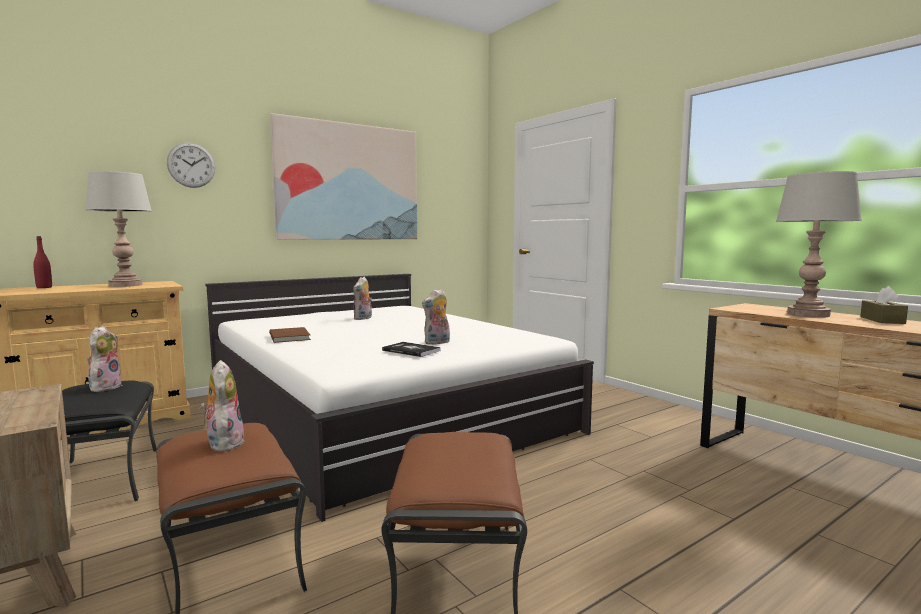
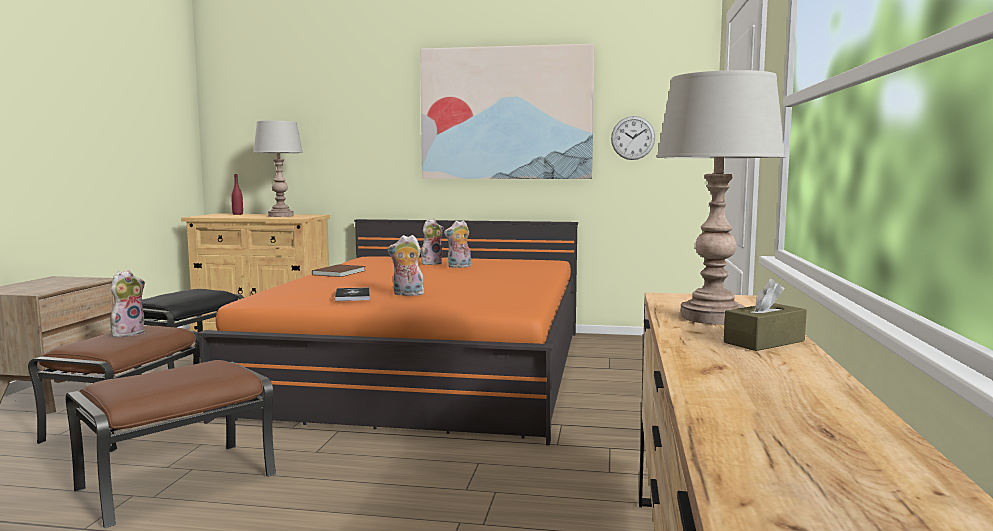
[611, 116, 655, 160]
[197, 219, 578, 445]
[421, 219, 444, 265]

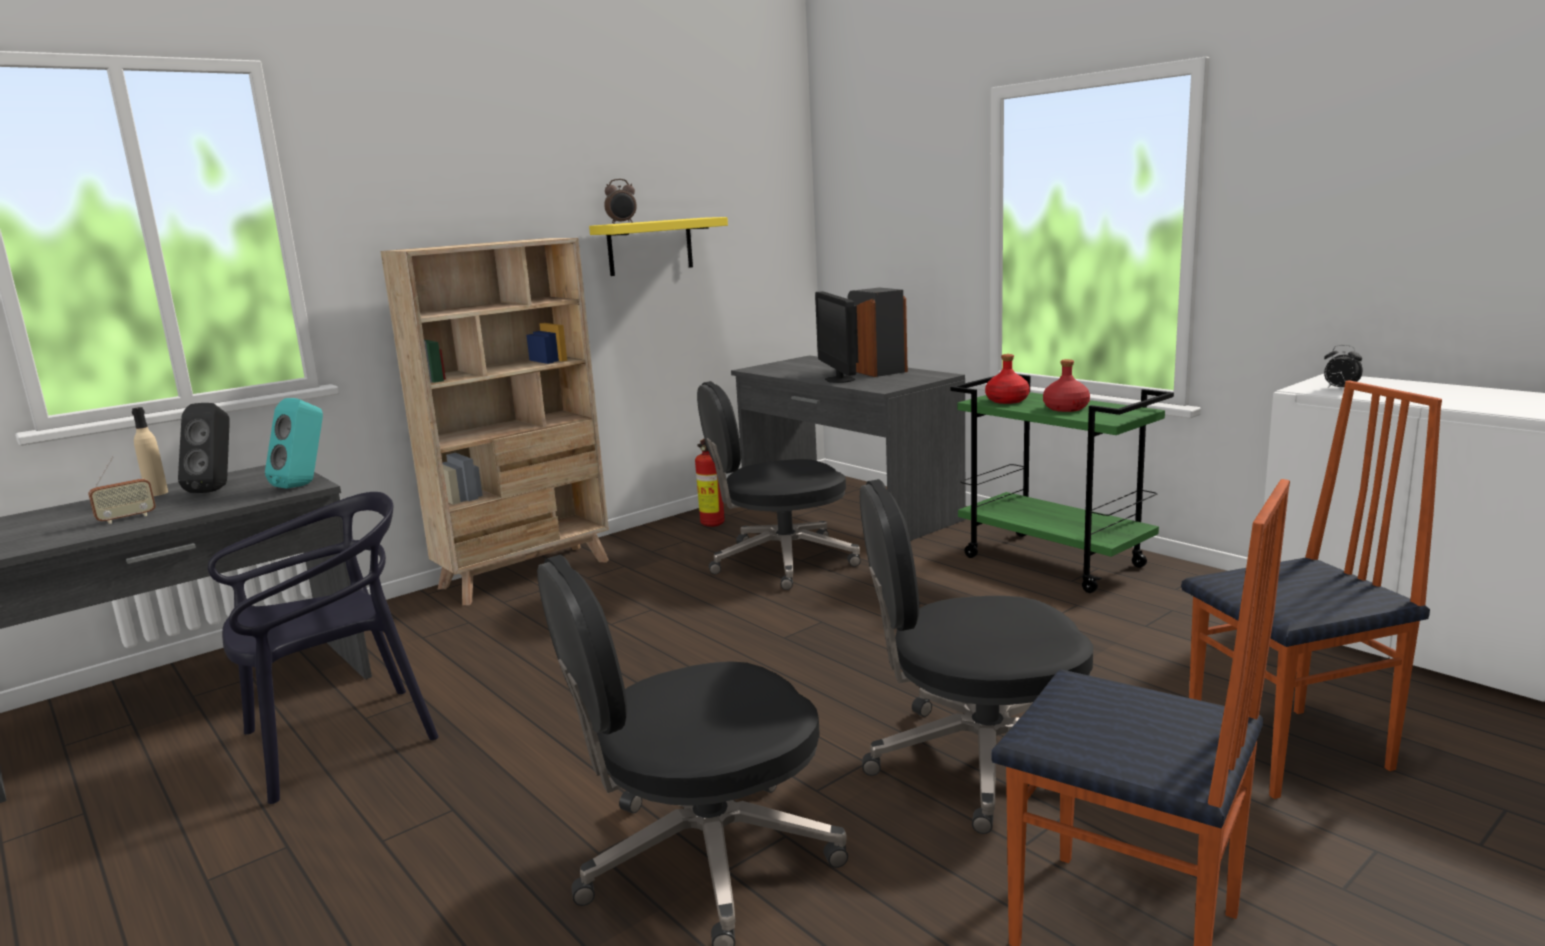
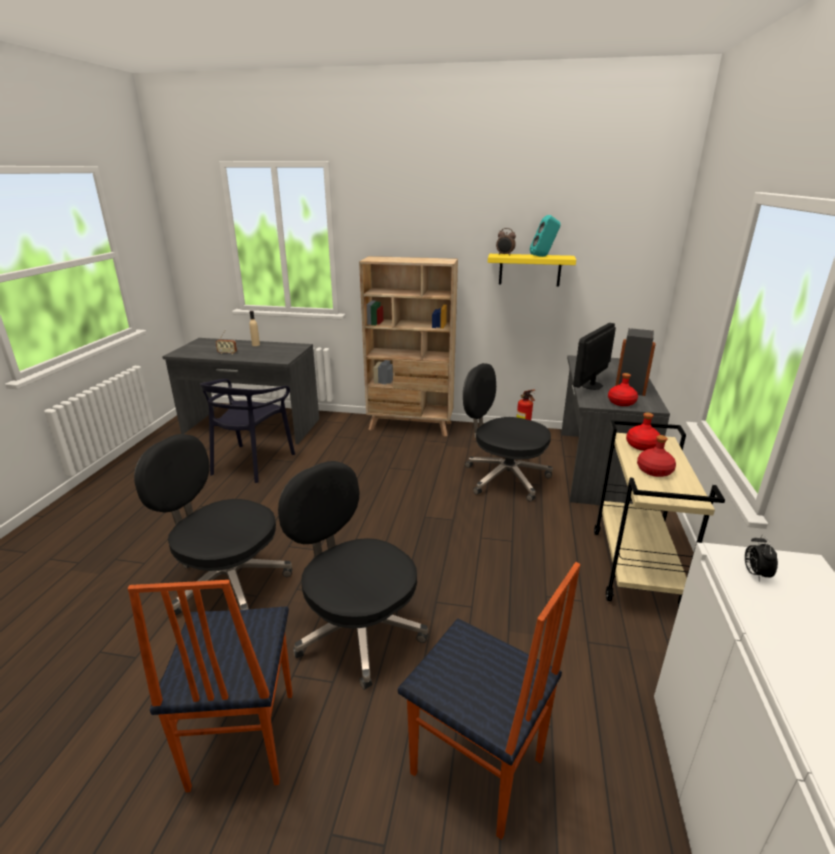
[594, 420, 725, 608]
[530, 215, 561, 257]
[178, 403, 230, 493] (first image)
[200, 379, 295, 483]
[608, 373, 638, 406]

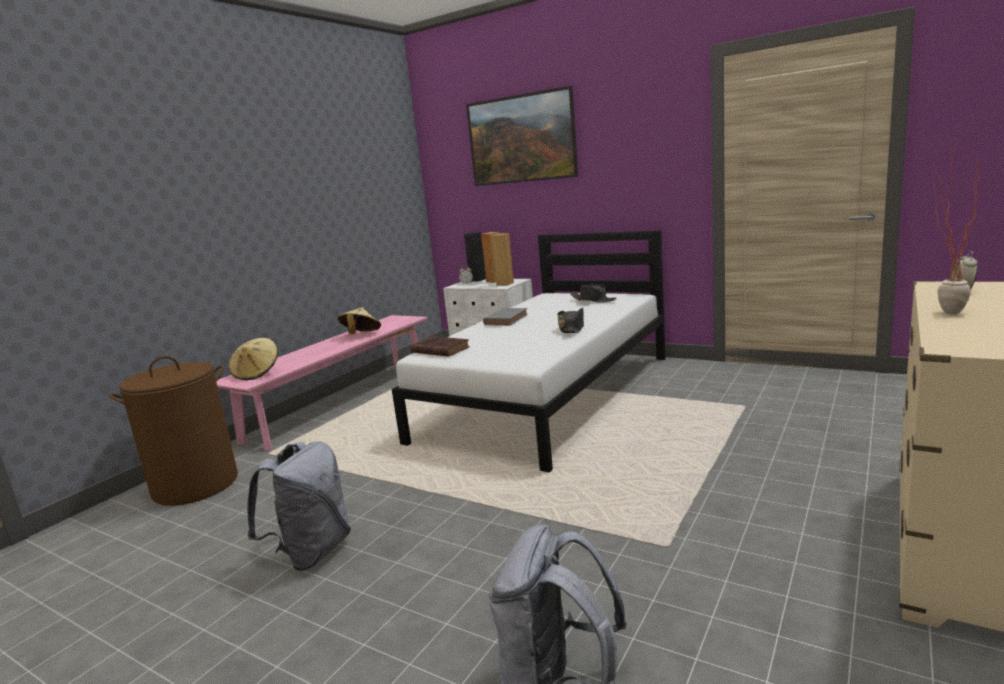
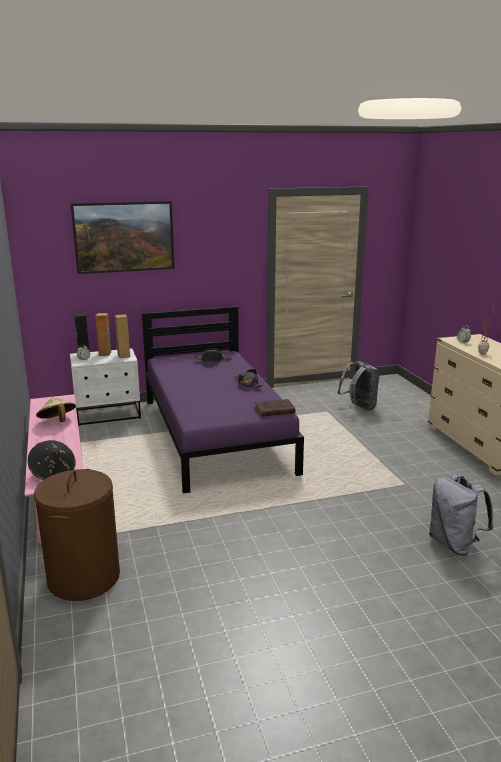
[142, 306, 304, 494]
[483, 308, 528, 326] (first image)
[255, 399, 296, 417]
[28, 440, 76, 480]
[337, 361, 380, 411]

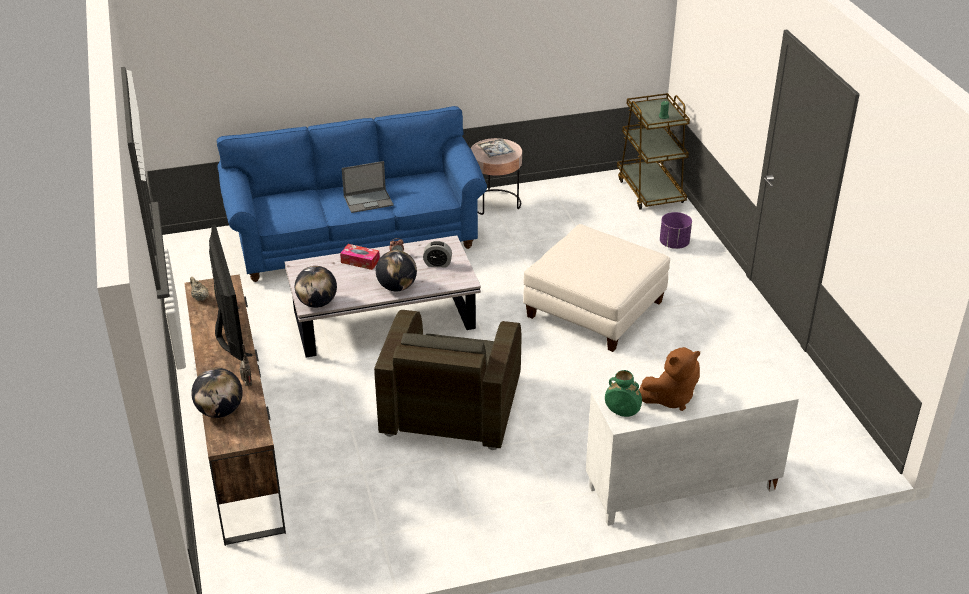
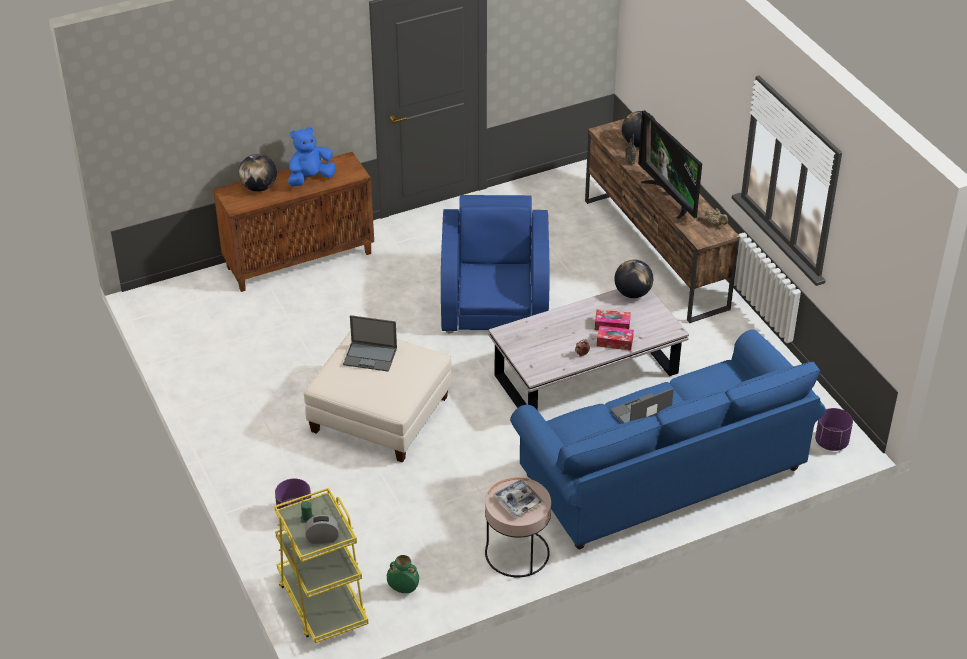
[274, 488, 368, 643]
[305, 515, 339, 544]
[239, 154, 277, 192]
[441, 195, 550, 334]
[288, 127, 336, 186]
[213, 152, 374, 292]
[387, 555, 419, 593]
[595, 310, 631, 330]
[343, 315, 397, 372]
[815, 408, 853, 451]

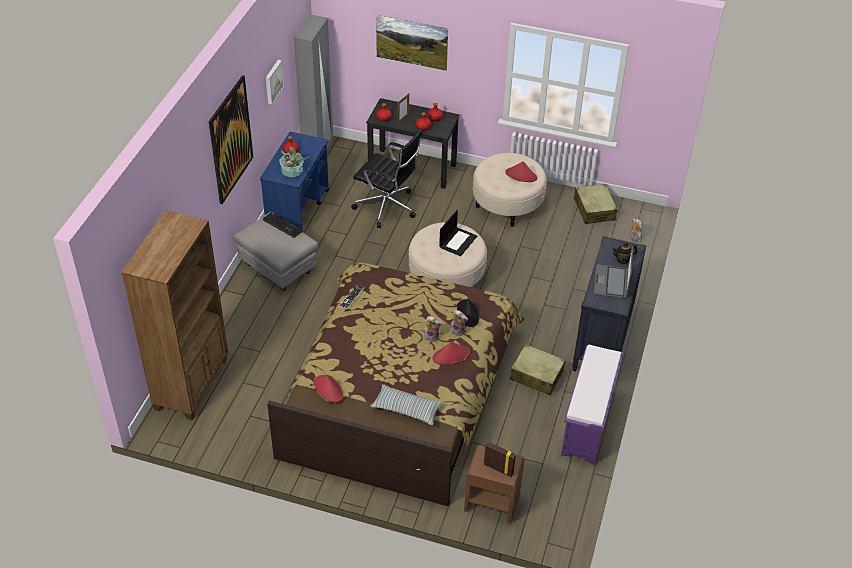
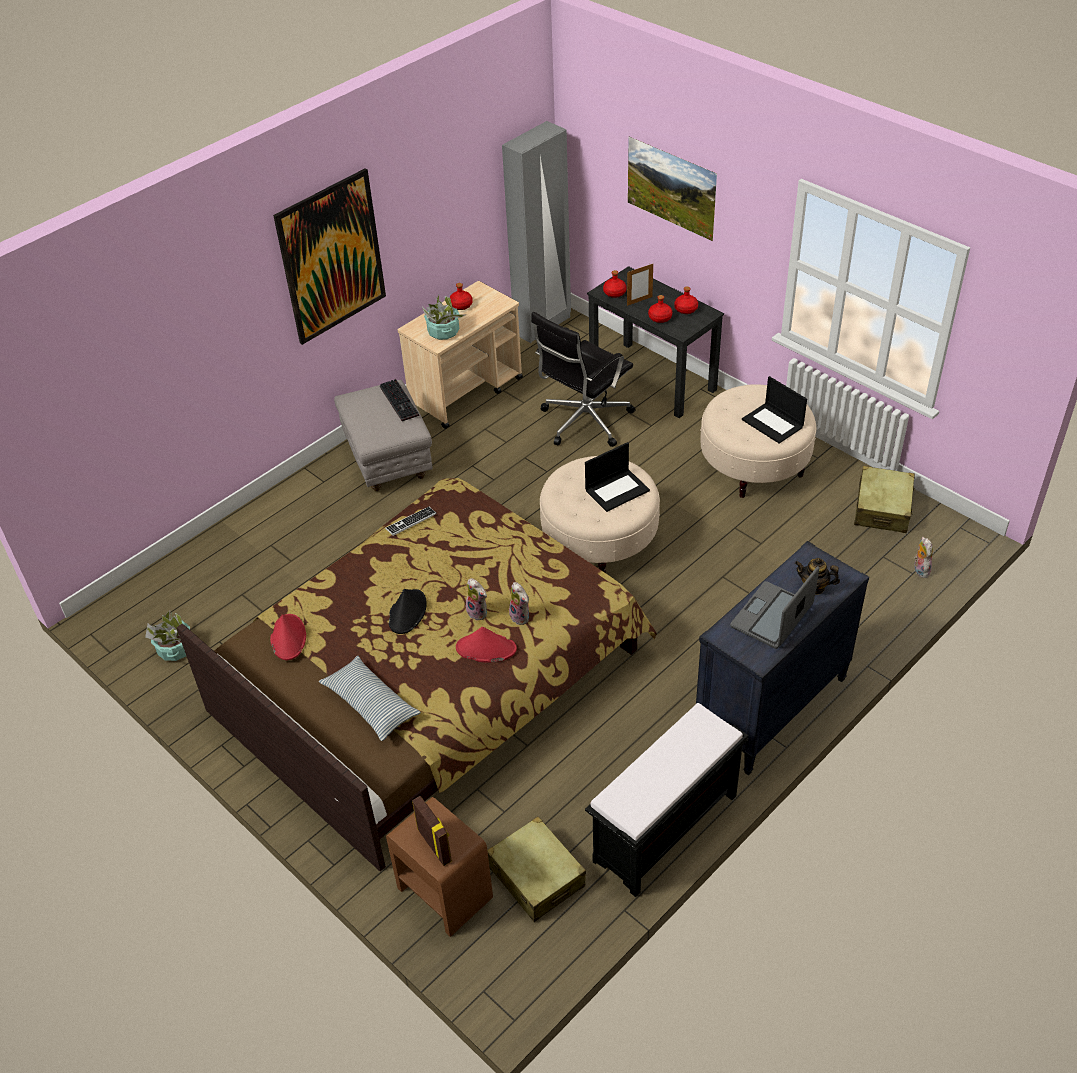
[266, 60, 284, 104] (first image)
[531, 312, 636, 447]
[398, 281, 523, 429]
[742, 376, 807, 444]
[121, 210, 228, 420] (first image)
[389, 589, 427, 634]
[487, 816, 586, 922]
[585, 703, 748, 897]
[145, 610, 190, 661]

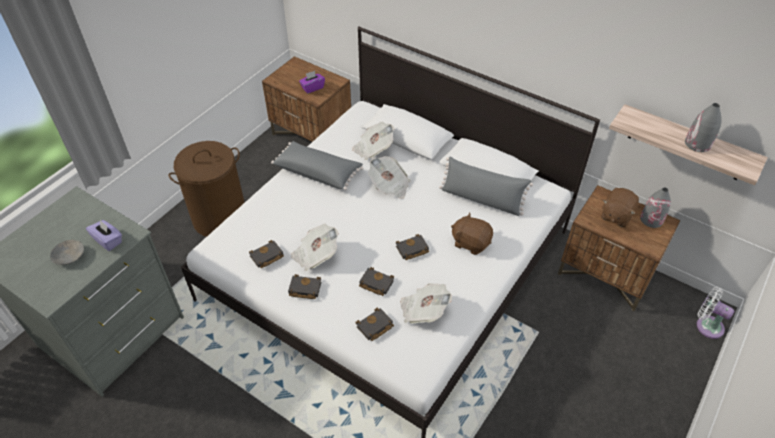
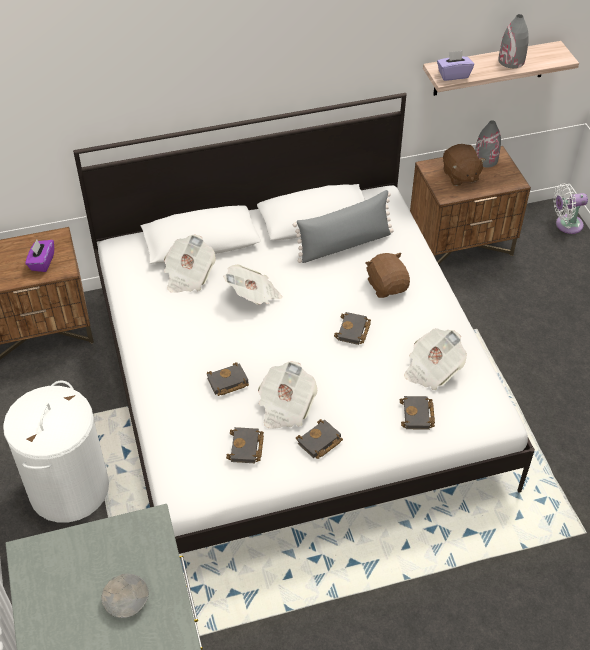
[3, 381, 109, 523]
[271, 141, 363, 190] (first image)
[365, 253, 410, 298]
[437, 51, 474, 81]
[207, 362, 249, 396]

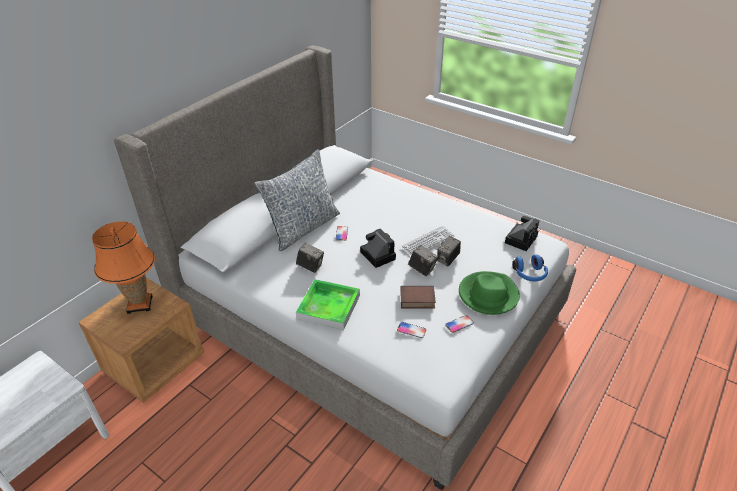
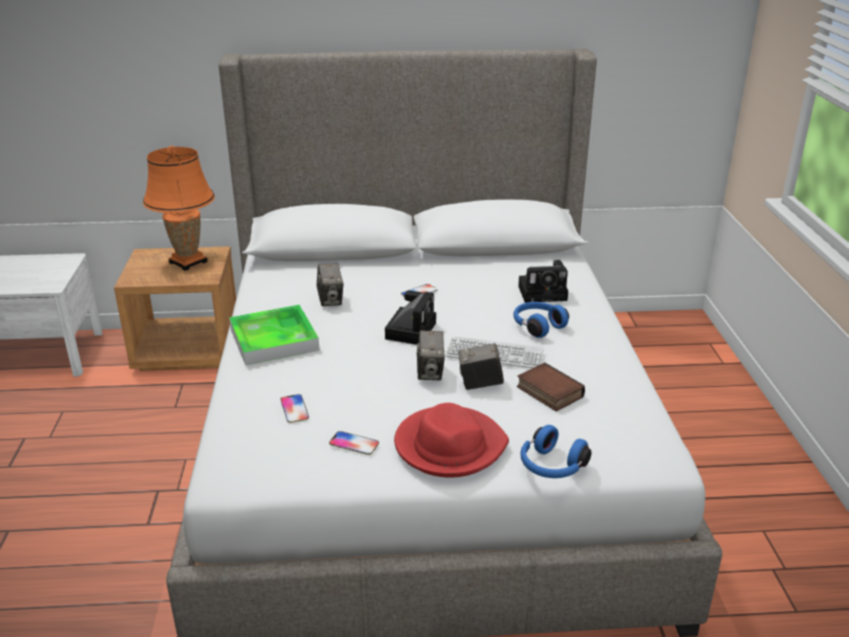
[254, 149, 340, 251] (first image)
[518, 260, 568, 303]
[394, 403, 509, 478]
[517, 363, 585, 411]
[513, 302, 569, 338]

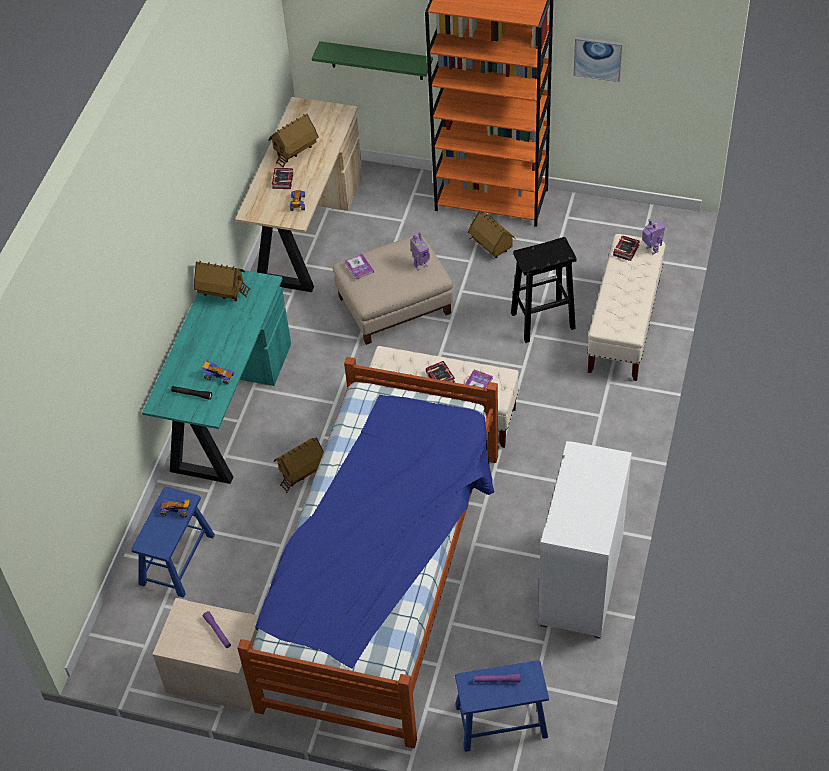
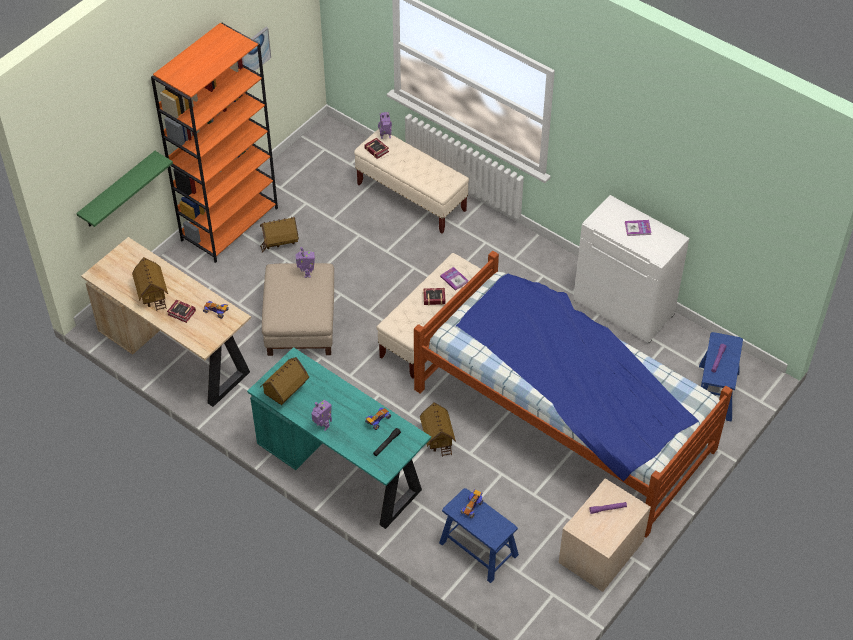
[511, 237, 576, 343] (first image)
[625, 220, 651, 236]
[311, 400, 332, 431]

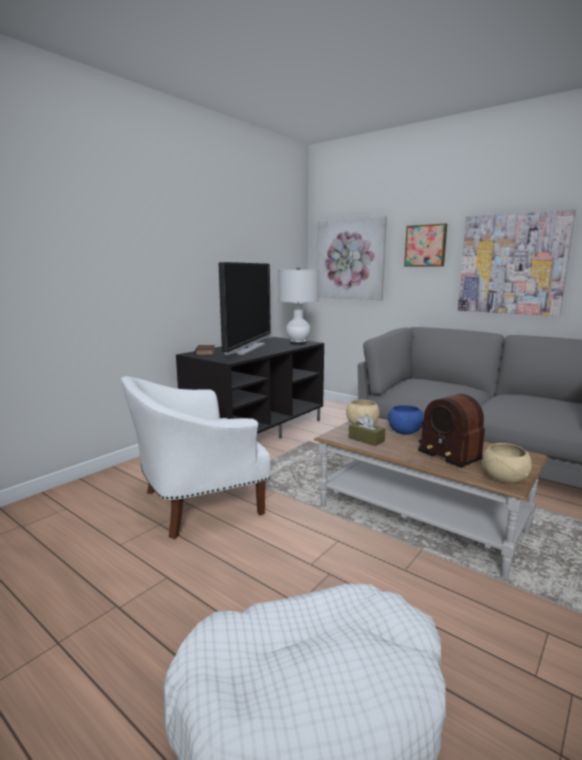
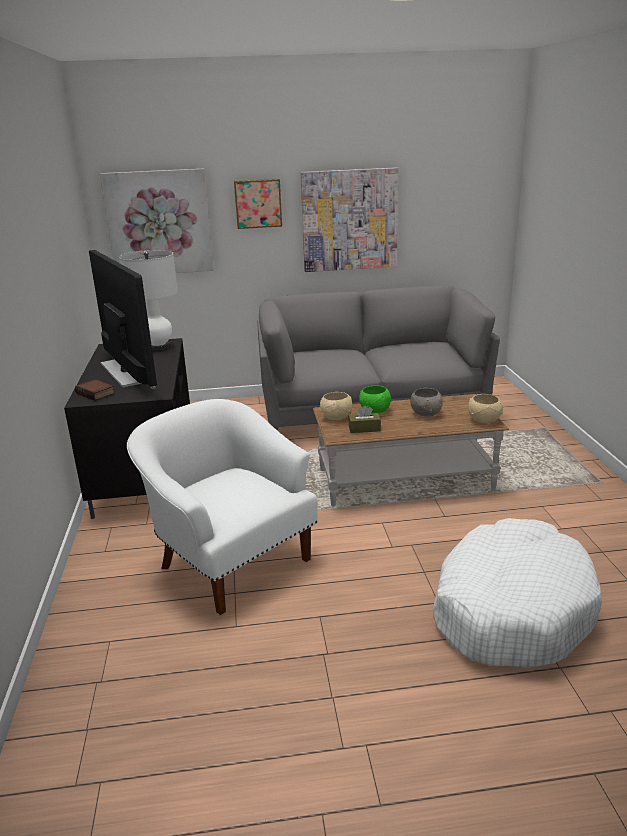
[127, 399, 318, 615]
[410, 388, 443, 417]
[359, 386, 392, 413]

